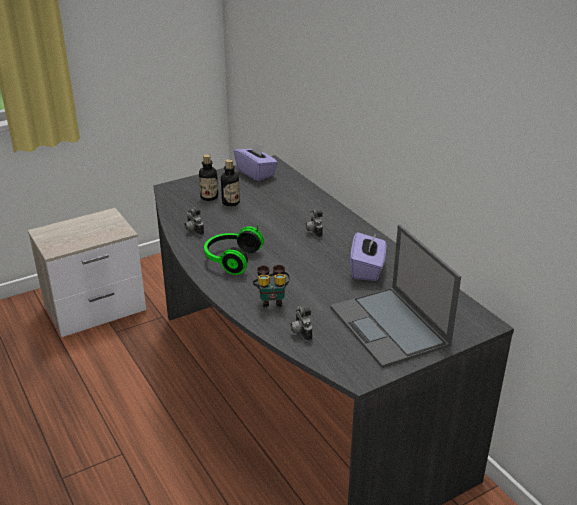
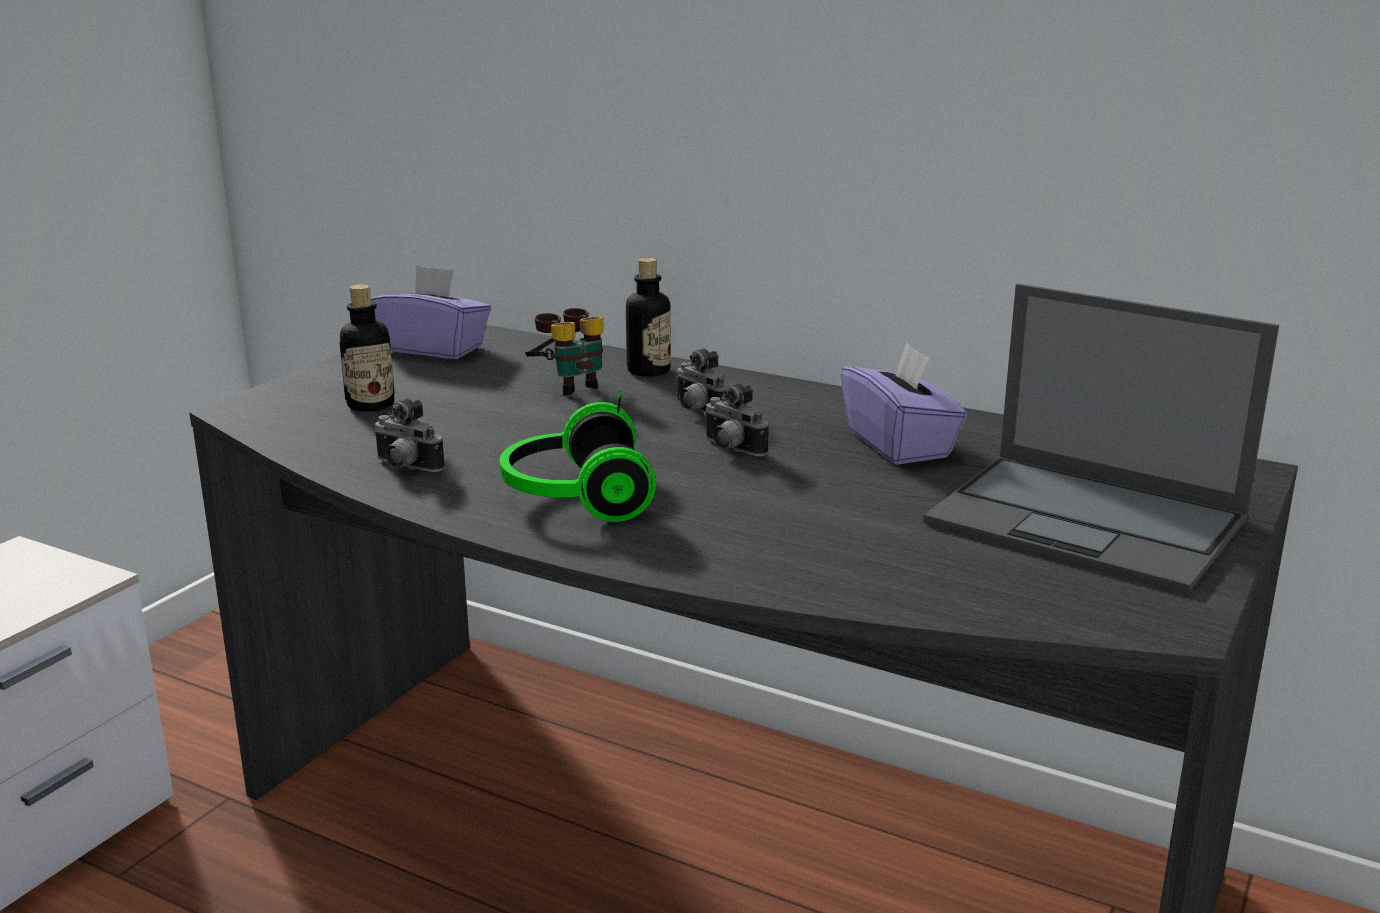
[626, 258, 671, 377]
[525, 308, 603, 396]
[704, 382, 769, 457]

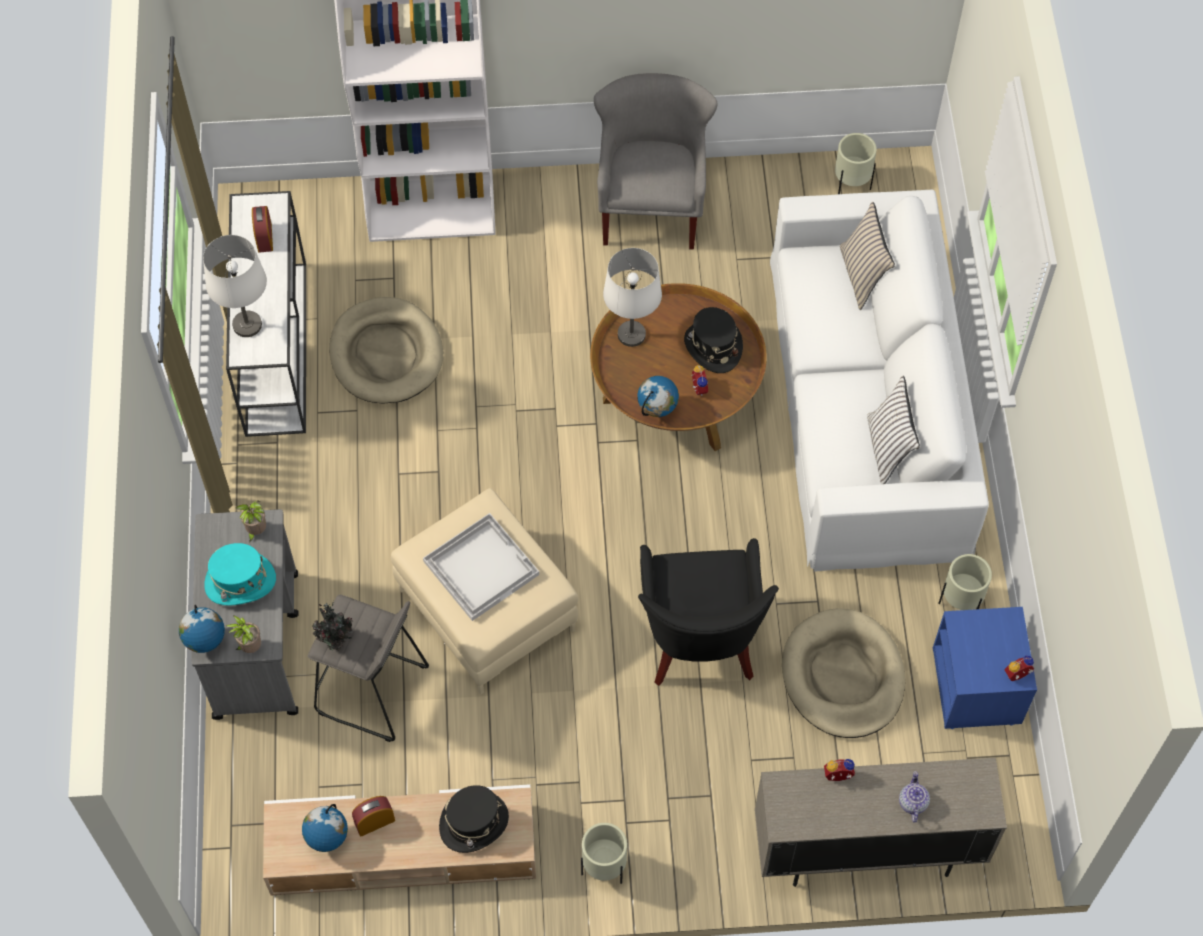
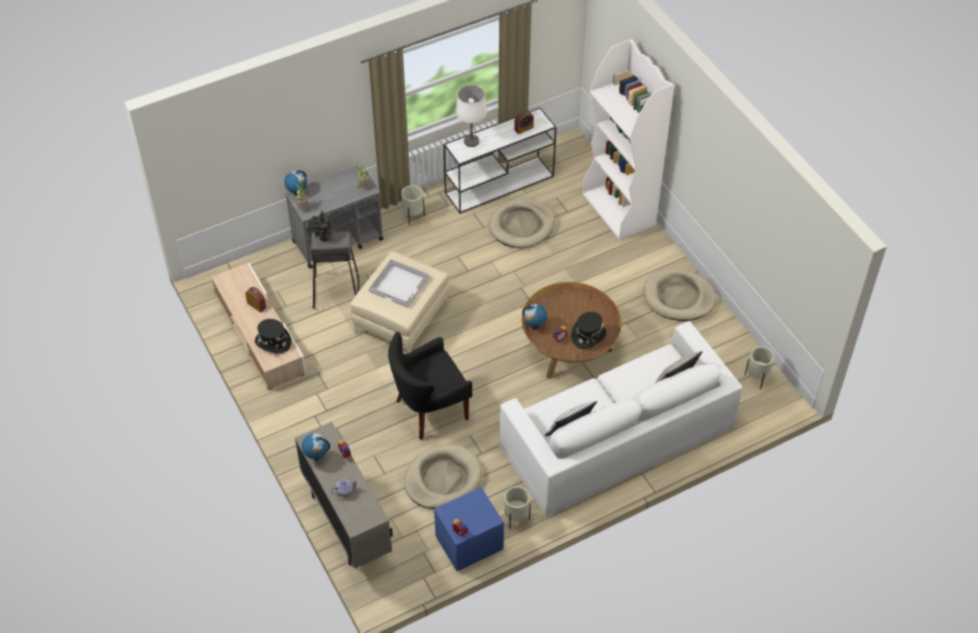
[644, 268, 716, 321]
[603, 248, 662, 347] (first image)
[204, 543, 276, 606] (first image)
[302, 433, 330, 460]
[401, 185, 425, 225]

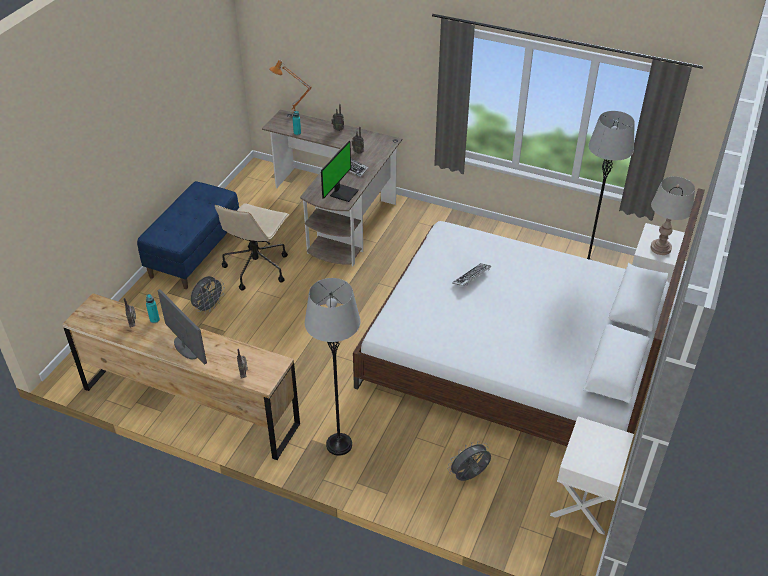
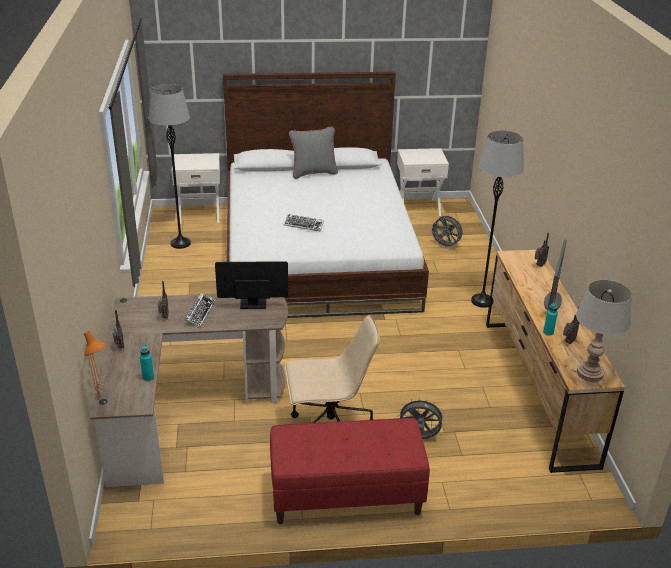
[576, 280, 632, 382]
[270, 418, 430, 524]
[289, 127, 338, 179]

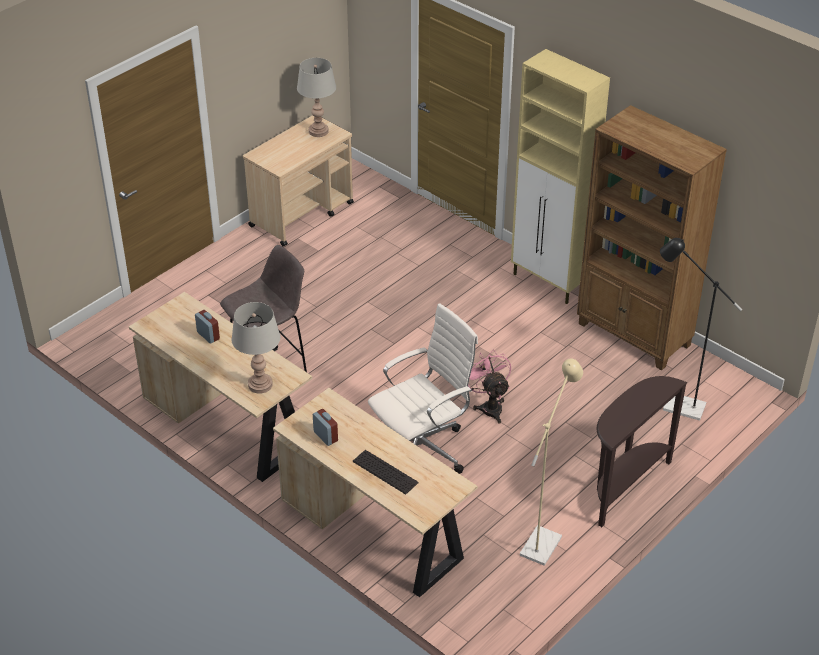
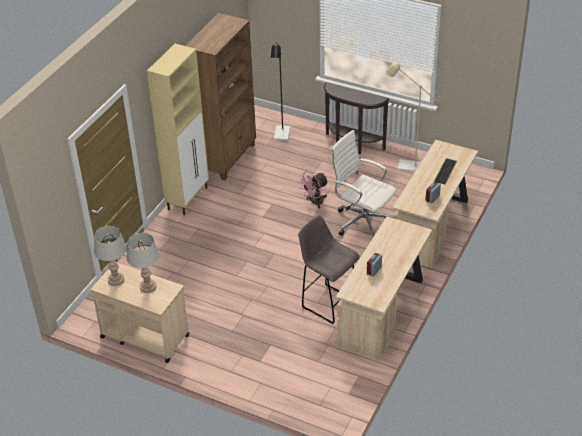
[127, 233, 160, 293]

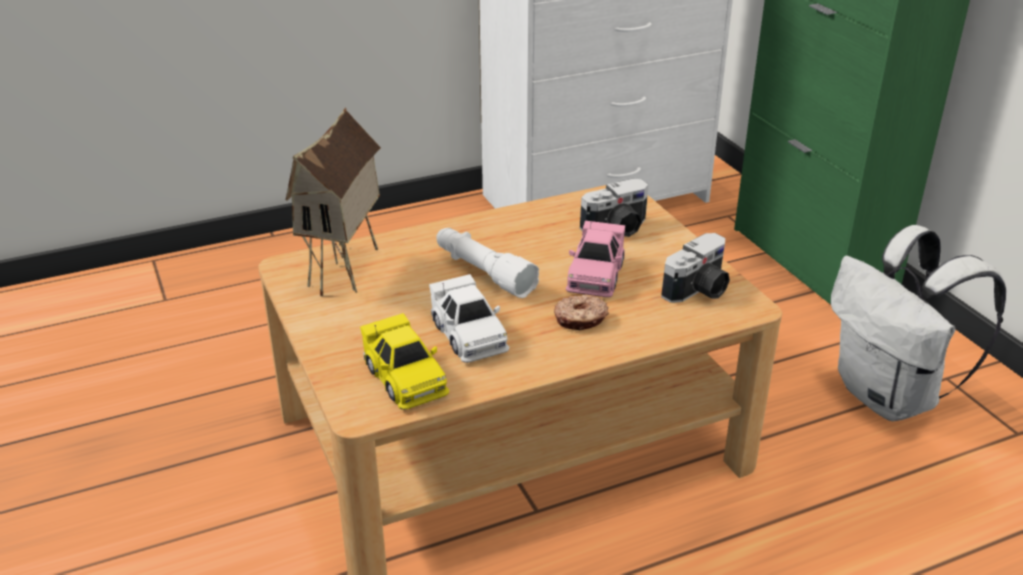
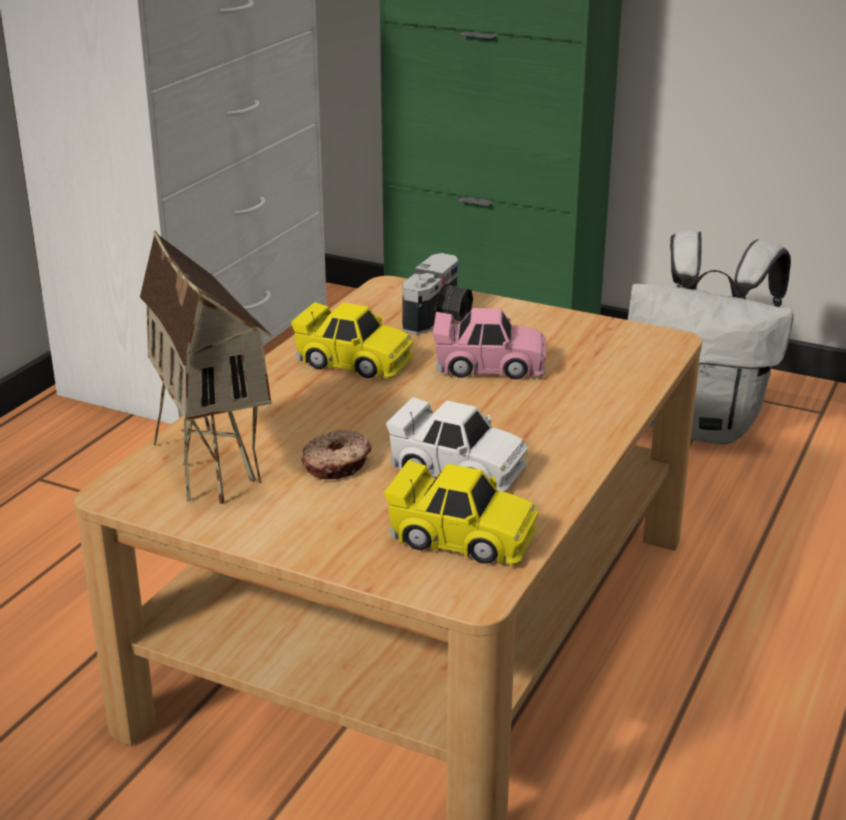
[432, 308, 546, 379]
[436, 228, 539, 298] (first image)
[661, 233, 730, 303] (first image)
[301, 430, 372, 479]
[291, 302, 413, 378]

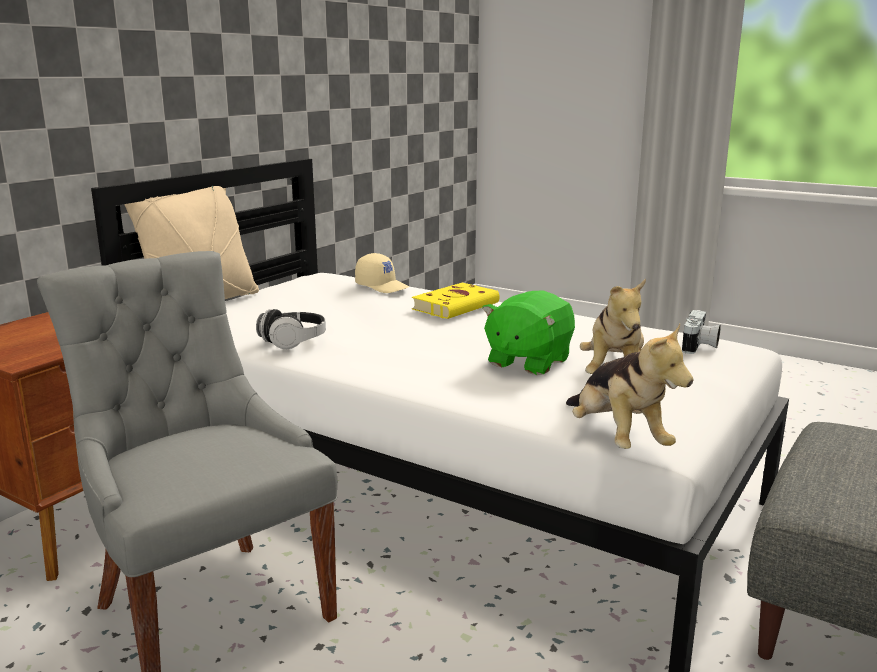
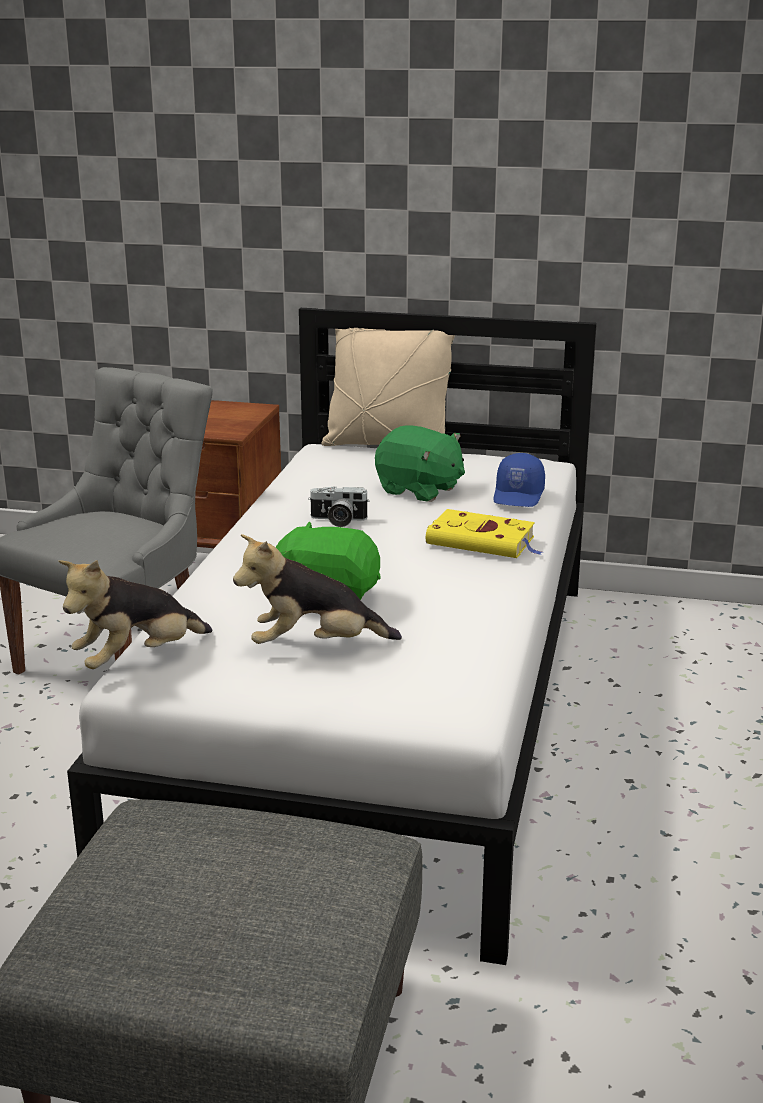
[493, 453, 545, 507]
[256, 309, 326, 349] (first image)
[308, 486, 370, 527]
[375, 425, 465, 502]

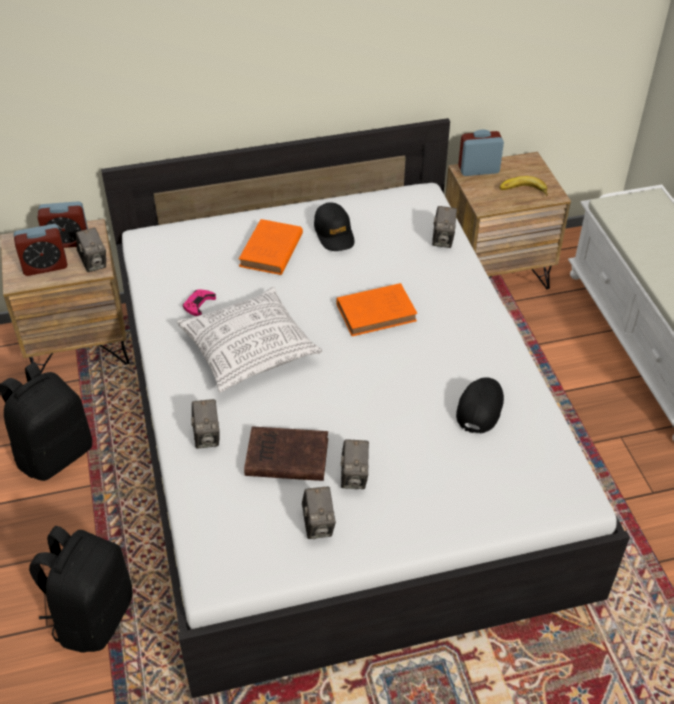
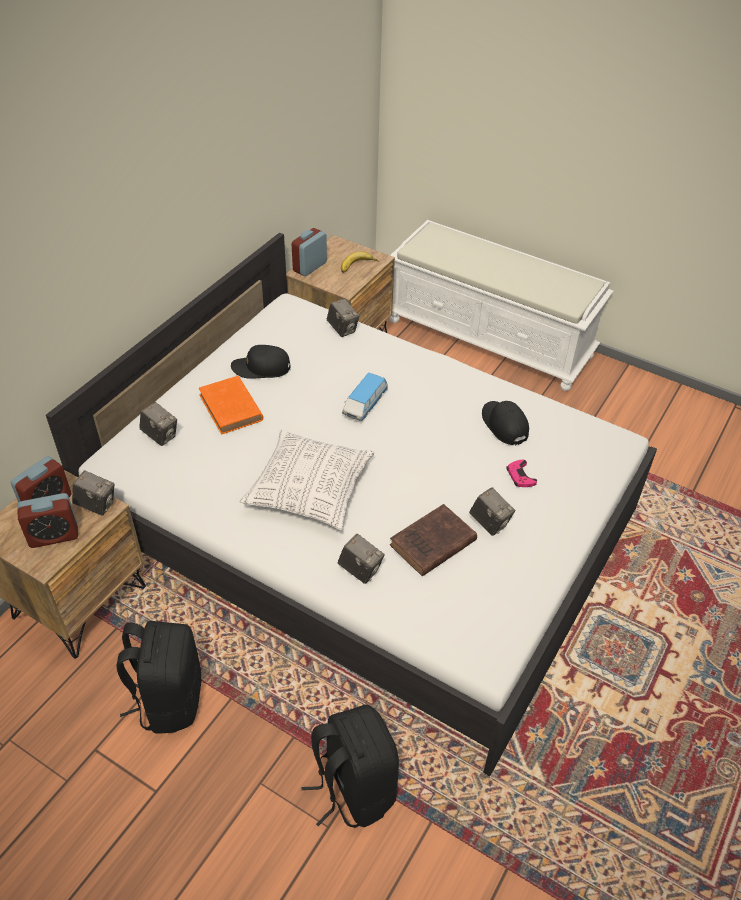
[231, 345, 291, 379]
[17, 493, 78, 548]
[342, 373, 388, 421]
[506, 460, 537, 487]
[139, 402, 177, 446]

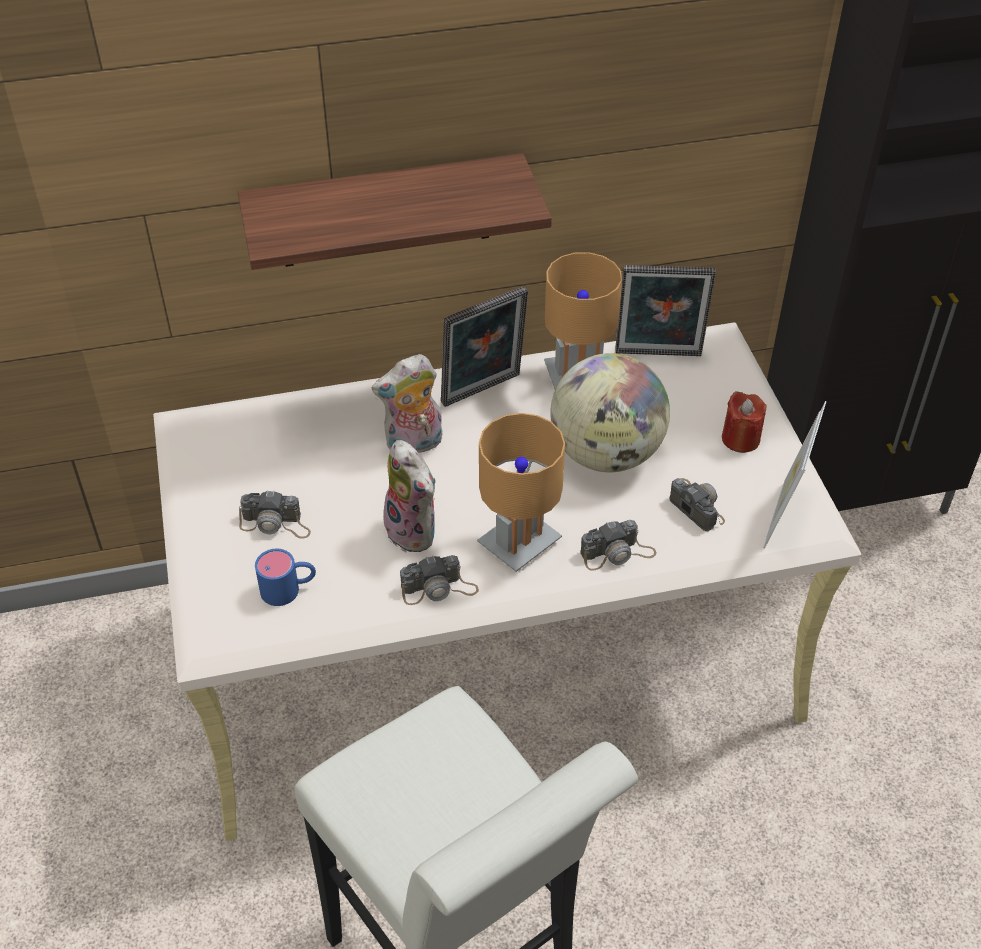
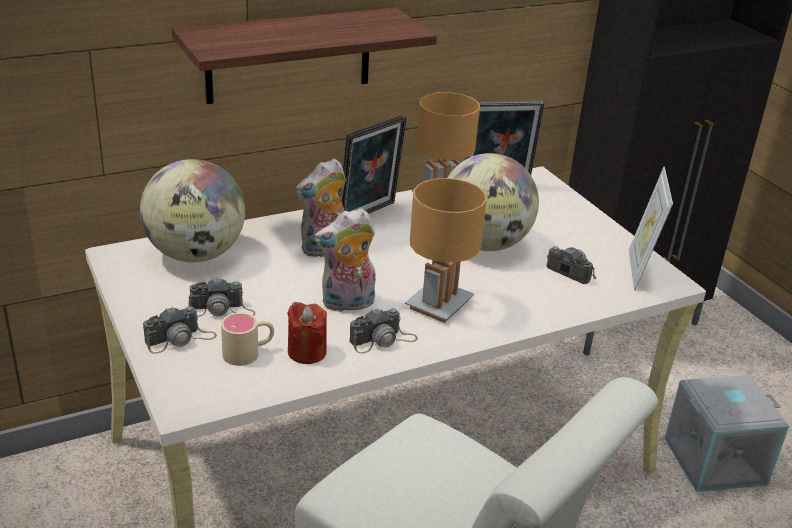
[287, 302, 327, 364]
[314, 208, 376, 312]
[143, 306, 217, 354]
[221, 313, 274, 366]
[140, 159, 245, 263]
[664, 375, 789, 492]

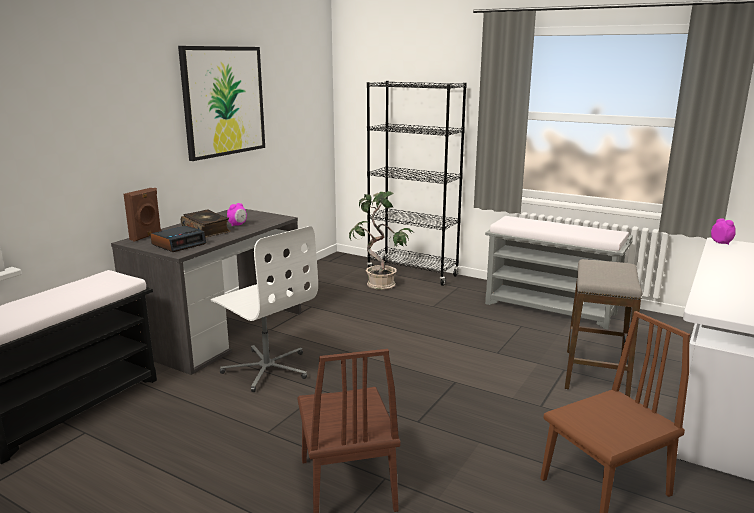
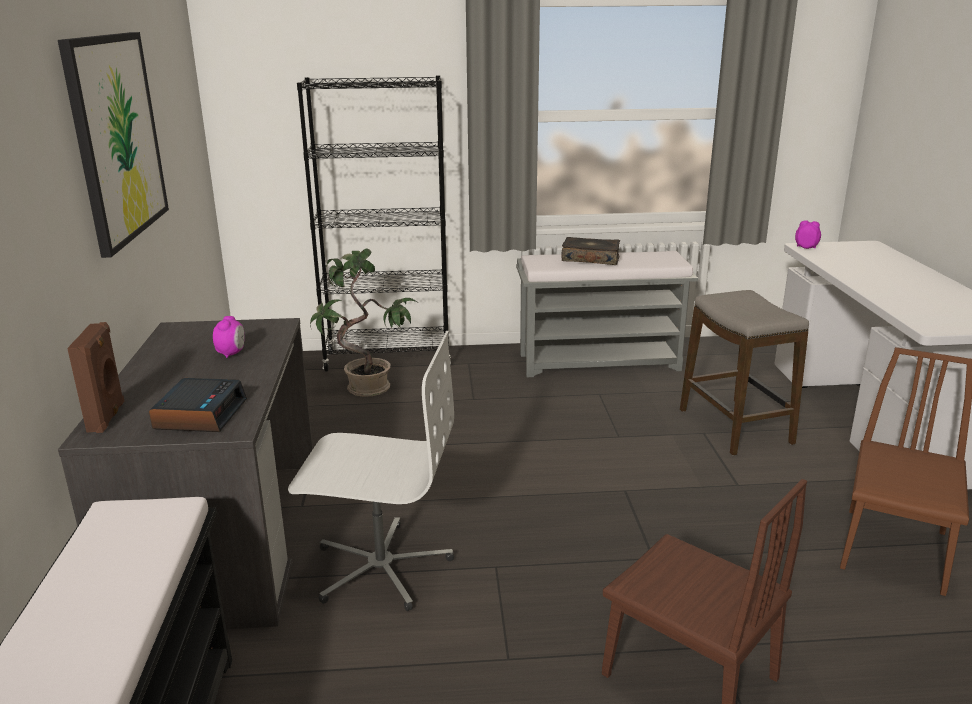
[562, 237, 620, 265]

